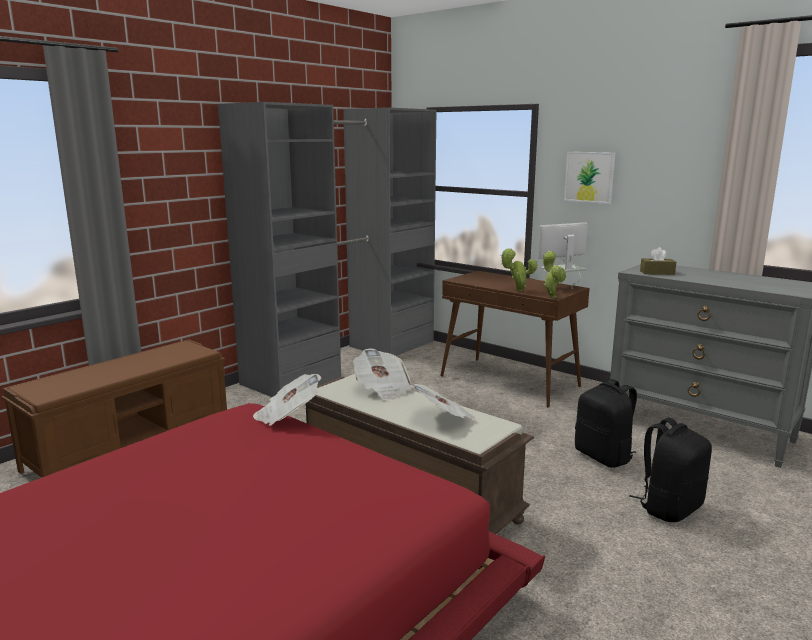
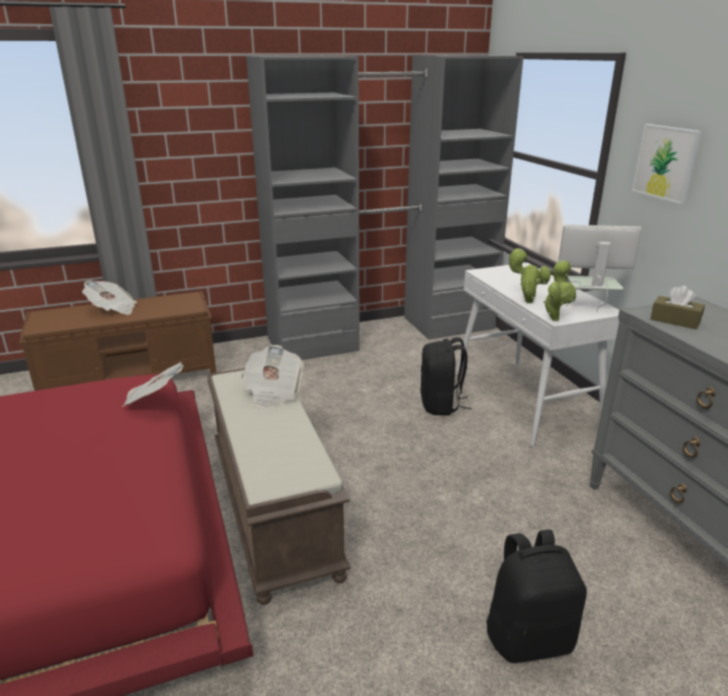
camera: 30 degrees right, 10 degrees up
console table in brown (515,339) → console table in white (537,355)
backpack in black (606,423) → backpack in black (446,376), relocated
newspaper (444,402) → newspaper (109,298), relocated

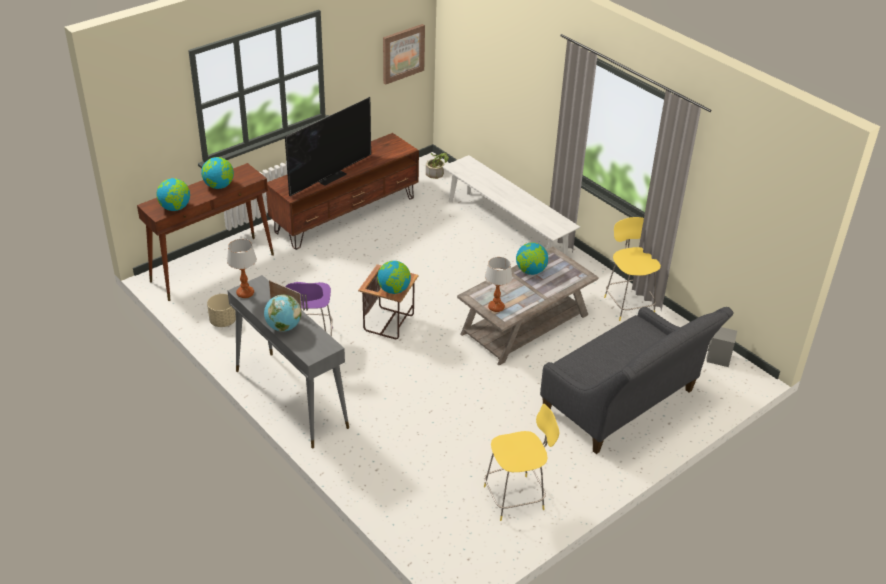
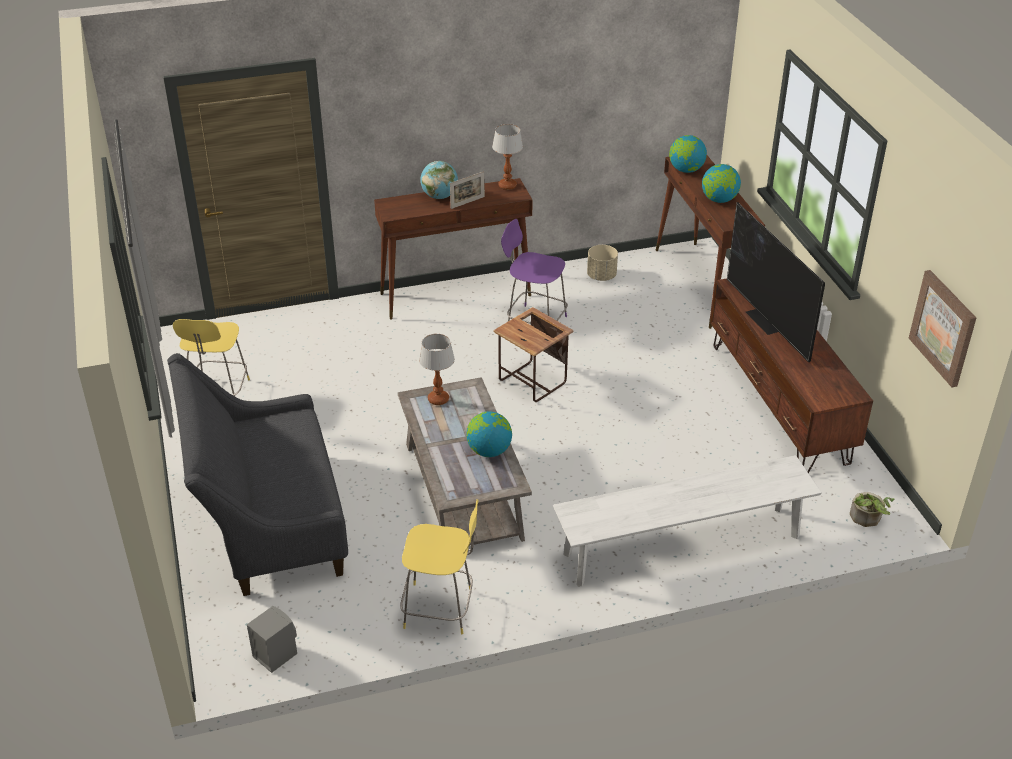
camera: 115 degrees right, 0 degrees up
globe (394,277) → -
console table in grey (288,361) → console table in brown (453,249)

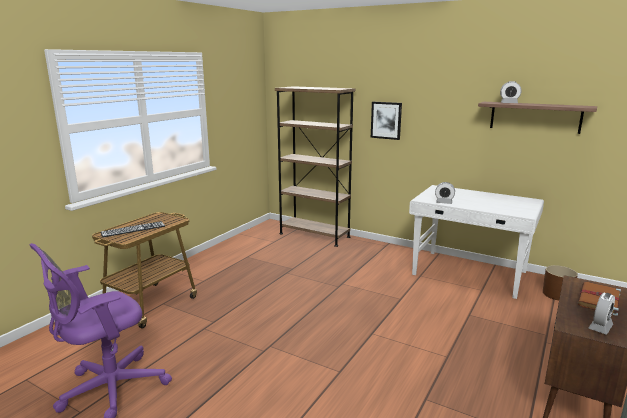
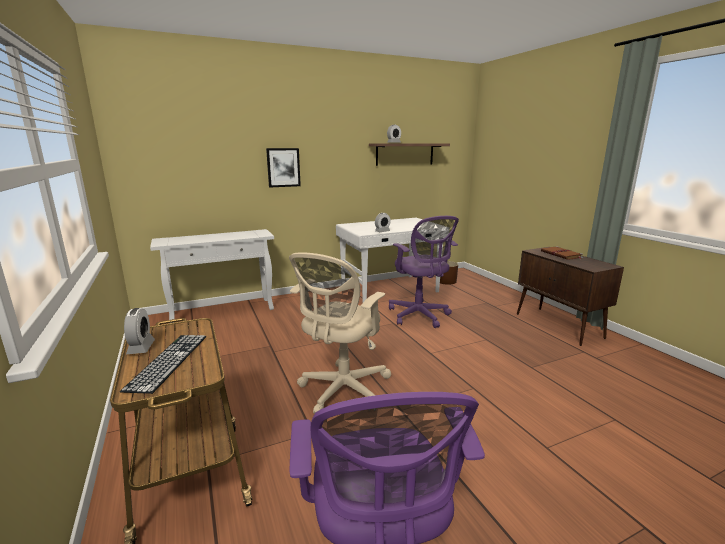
camera: 55 degrees left, 0 degrees up
bookcase in brown (315,166) → console table in white (212,276)
alarm clock (601,313) → alarm clock (139,331), relocated
- → office chair in purple (424,272)
- → office chair in beige (340,333)

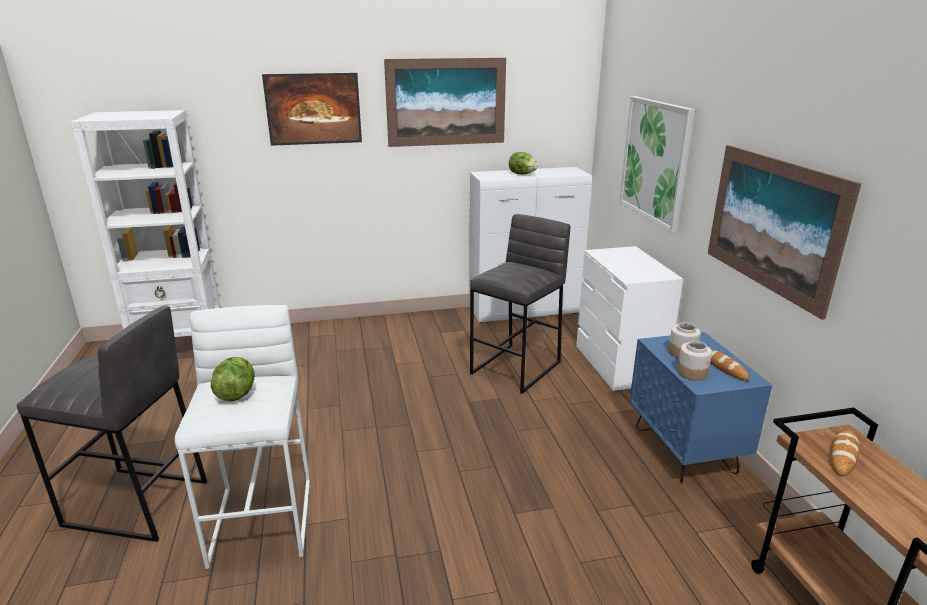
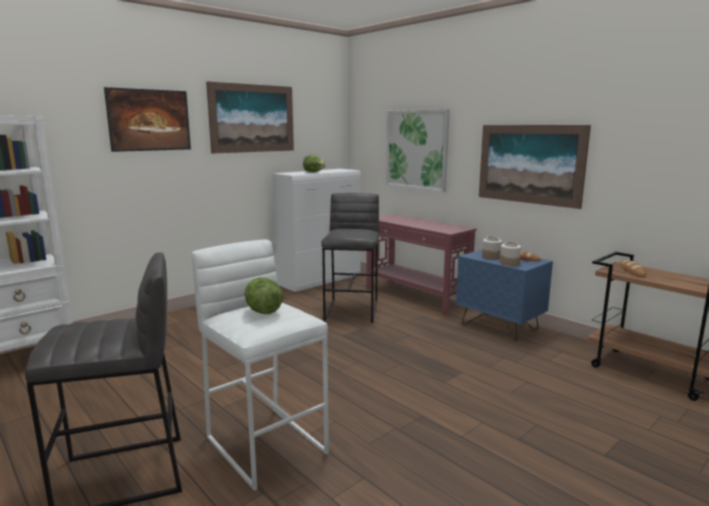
camera: 30 degrees left, 10 degrees down
dresser in white (629,319) → console table in red (421,265)

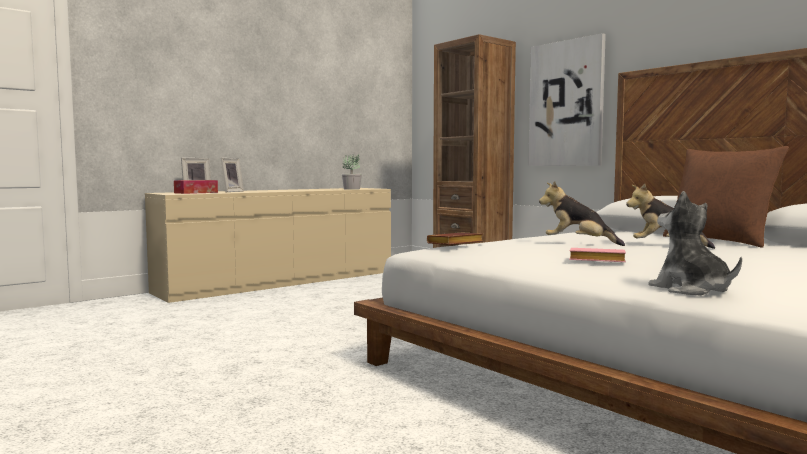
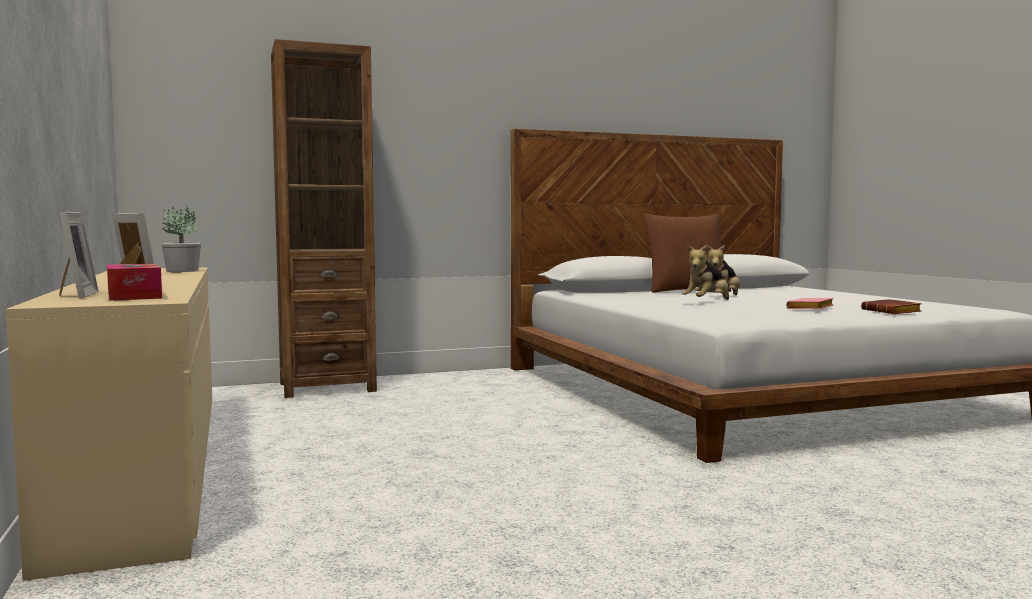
camera: 70 degrees left, 0 degrees up
picture (567,99) → -
plush toy (695,243) → -
book in brown (455,239) → book in brown (891,306), relocated

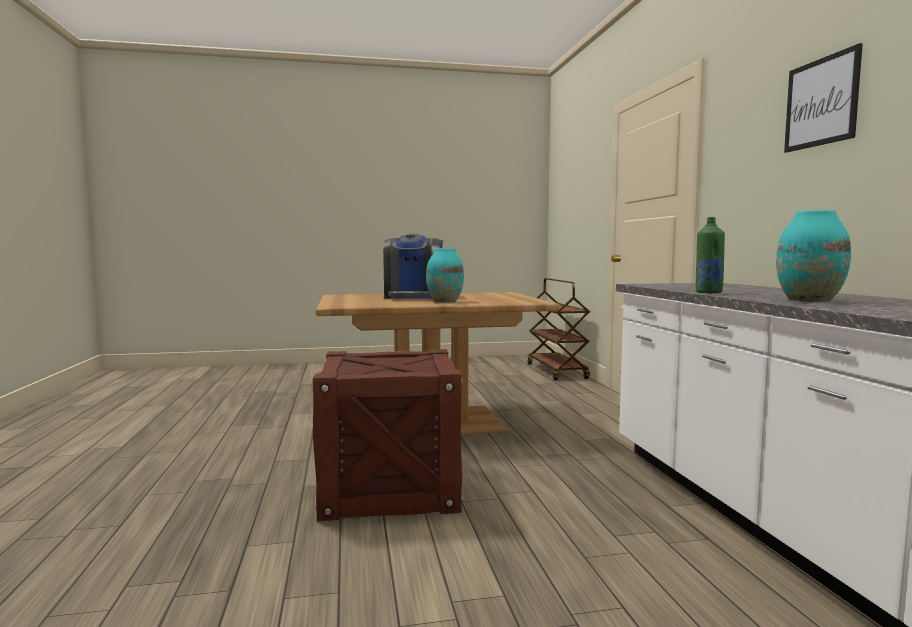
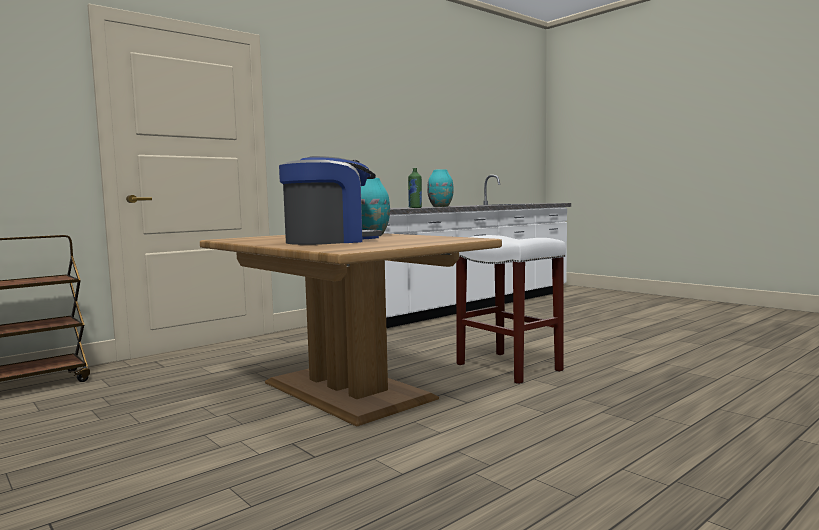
camera: 120 degrees left, 0 degrees up
picture (823,98) → -
crate (387,435) → stool in white (511,309)

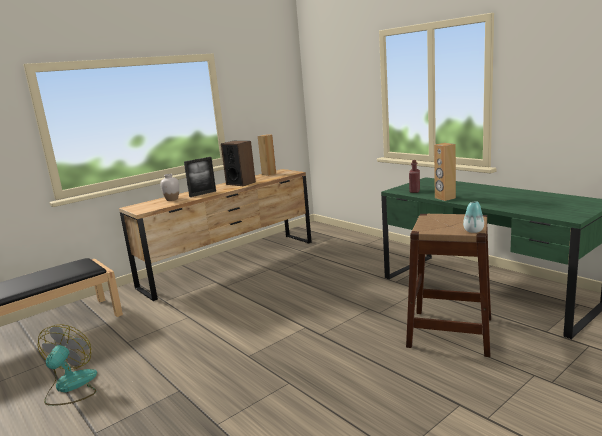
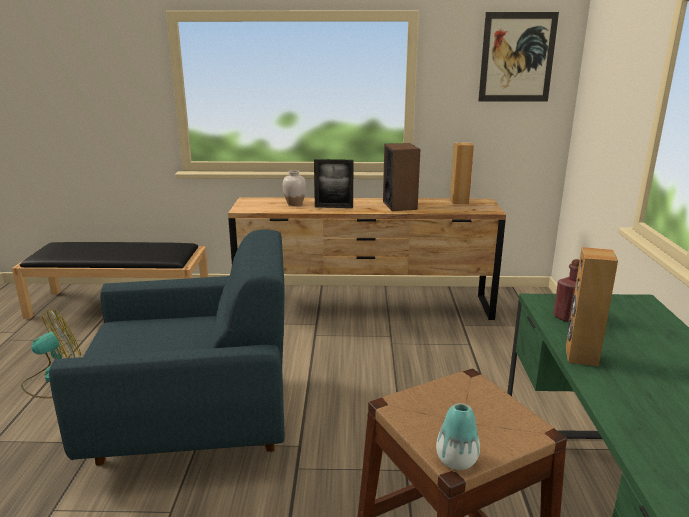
camera: 40 degrees right, 5 degrees up
- → picture (518,57)
- → armchair in blue (167,347)

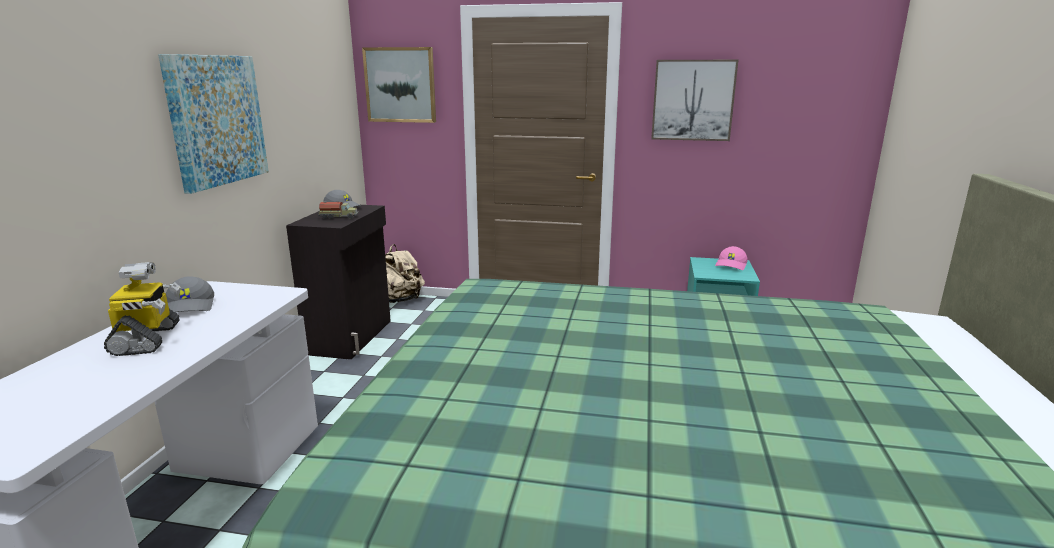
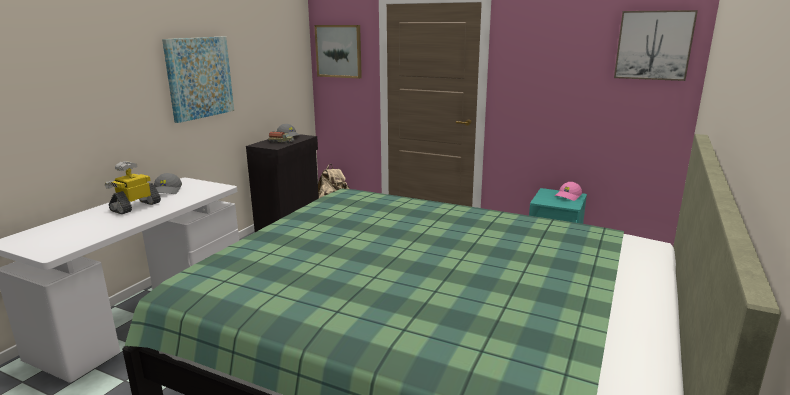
camera: 15 degrees right, 0 degrees up
picture (694,100) → picture (656,45), relocated
toy robot (142,309) → toy robot (133,187), 150 degrees counterclockwise

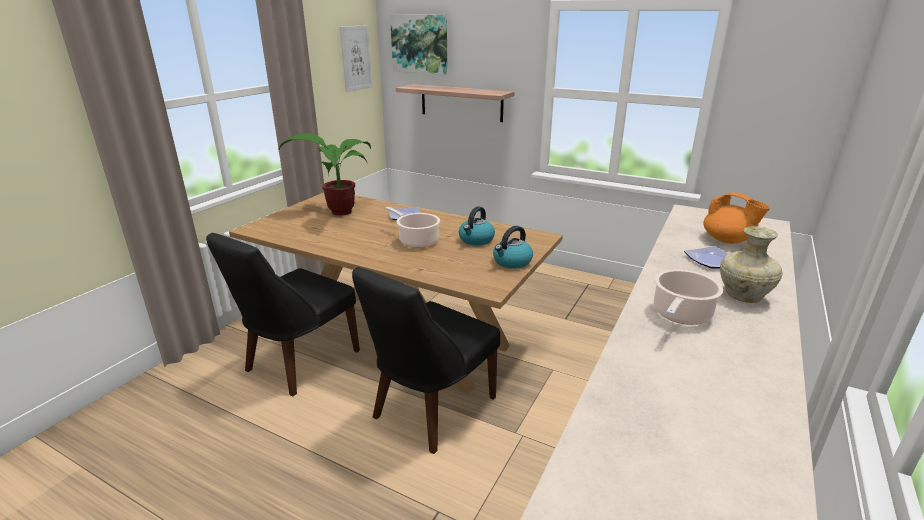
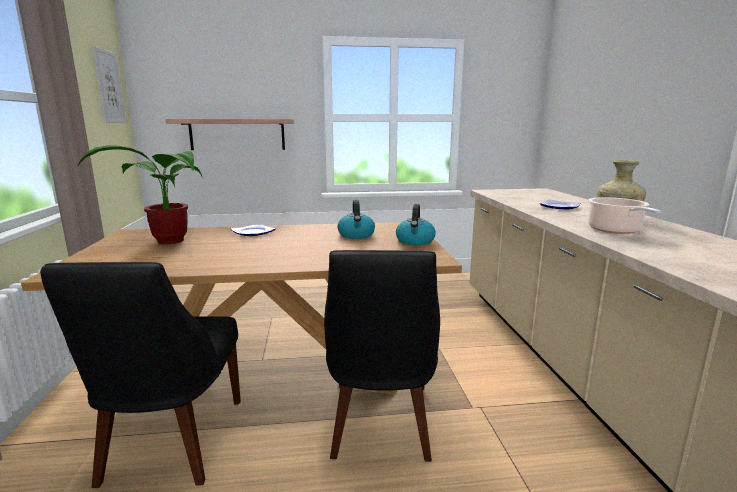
camera: 35 degrees left, 10 degrees down
picture (419,44) → -
teapot in orange (736,218) → -
cooking pot (412,227) → -

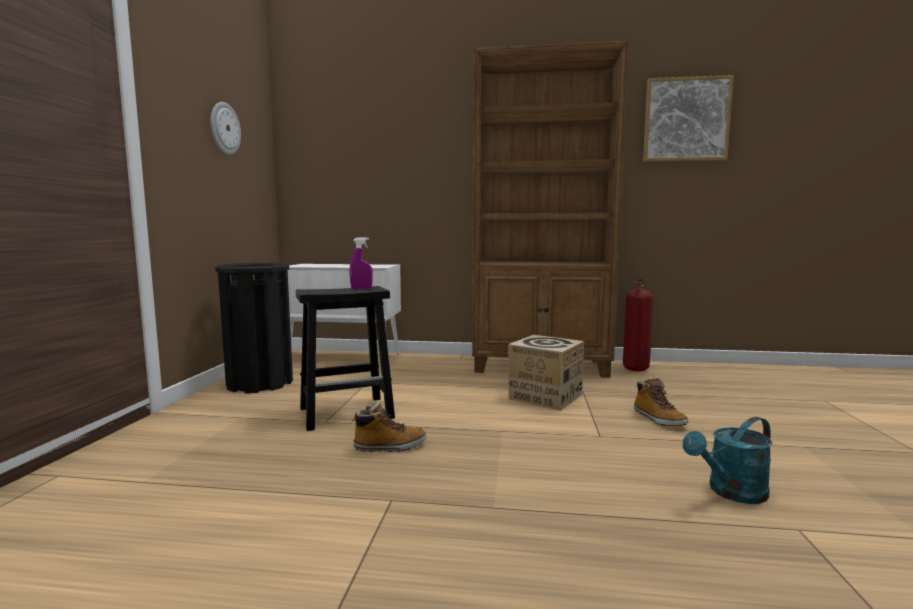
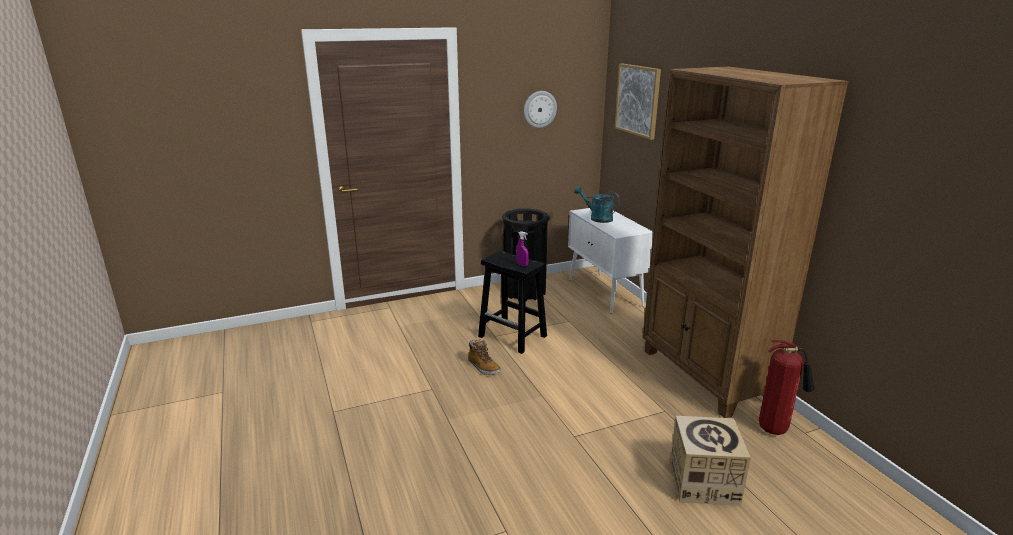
camera: 60 degrees right, 15 degrees up
picture (688,118) → picture (638,102), relocated
cardboard box (546,373) → cardboard box (711,461), relocated
boot (661,401) → -
watering can in turquoise (727,460) → watering can in turquoise (597,204), relocated

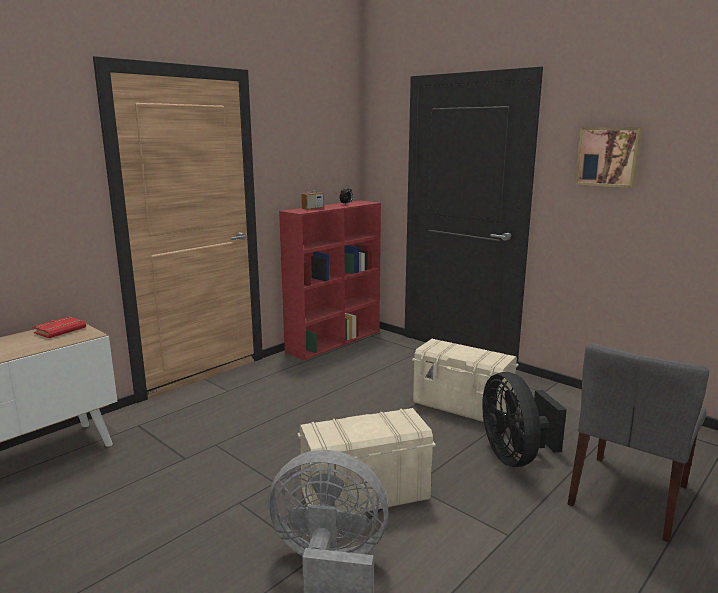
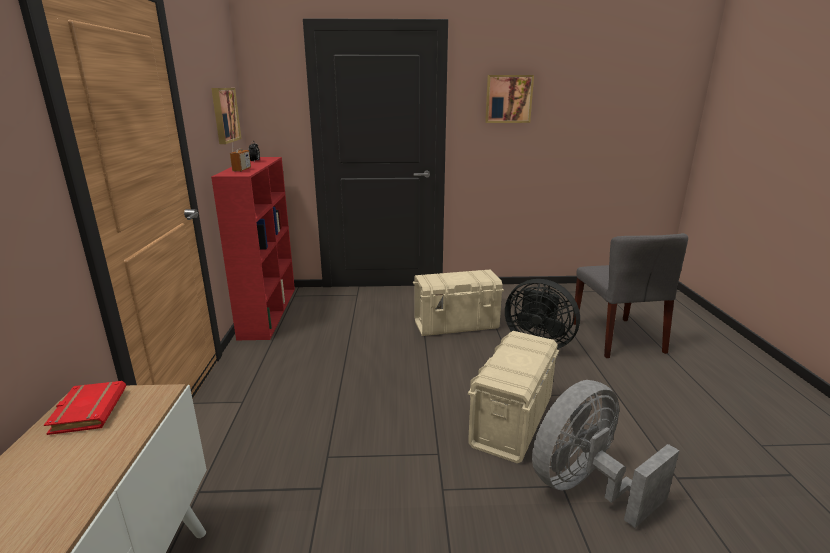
camera: 45 degrees left, 5 degrees up
- → picture (226,116)

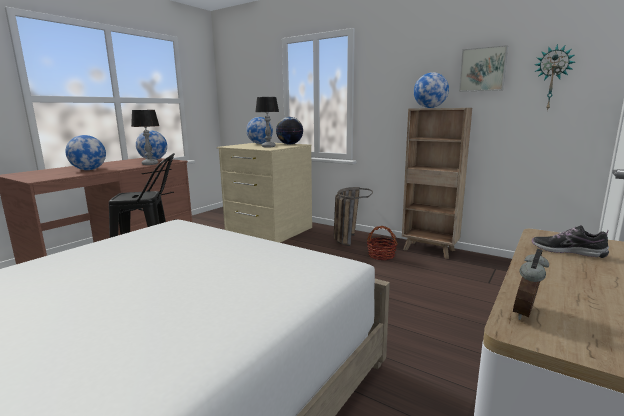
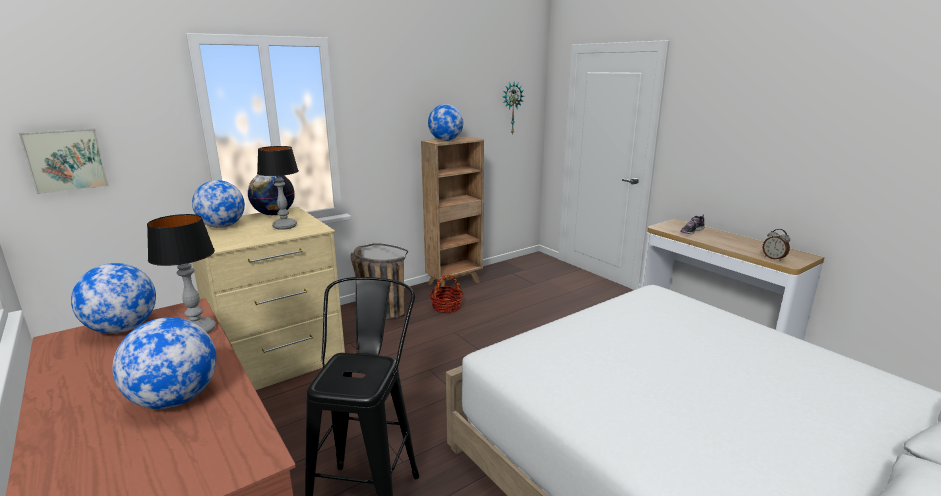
camera: 70 degrees left, 5 degrees up
picture (483,68) → picture (64,161), relocated

